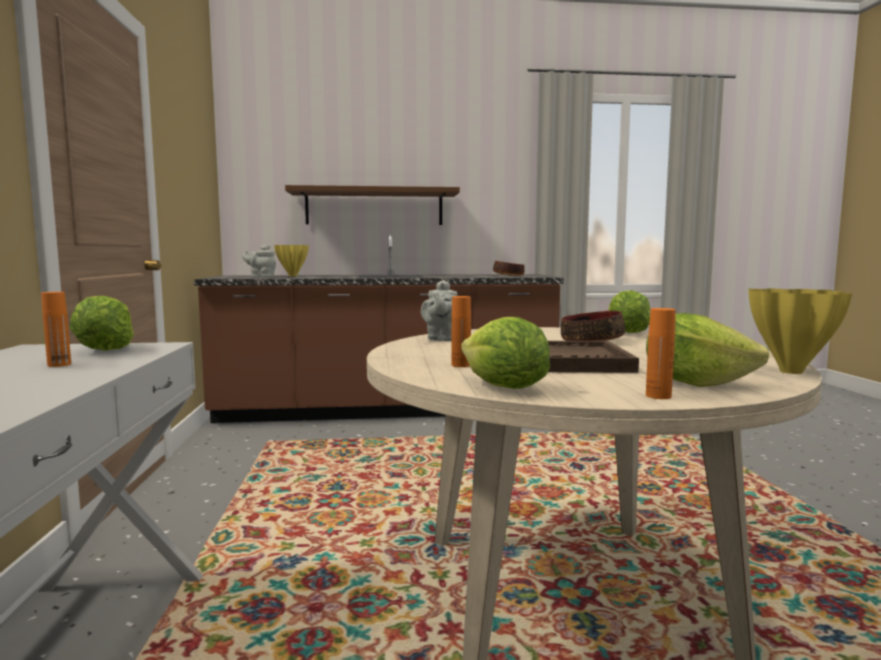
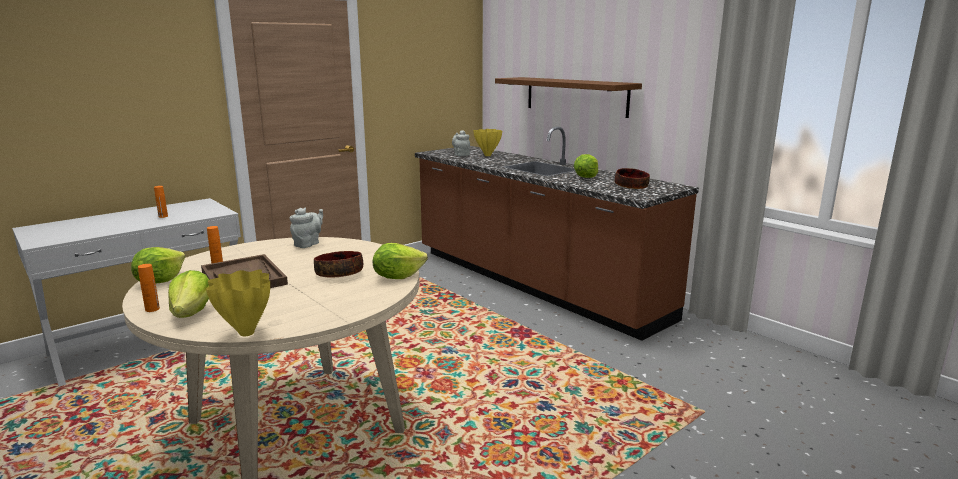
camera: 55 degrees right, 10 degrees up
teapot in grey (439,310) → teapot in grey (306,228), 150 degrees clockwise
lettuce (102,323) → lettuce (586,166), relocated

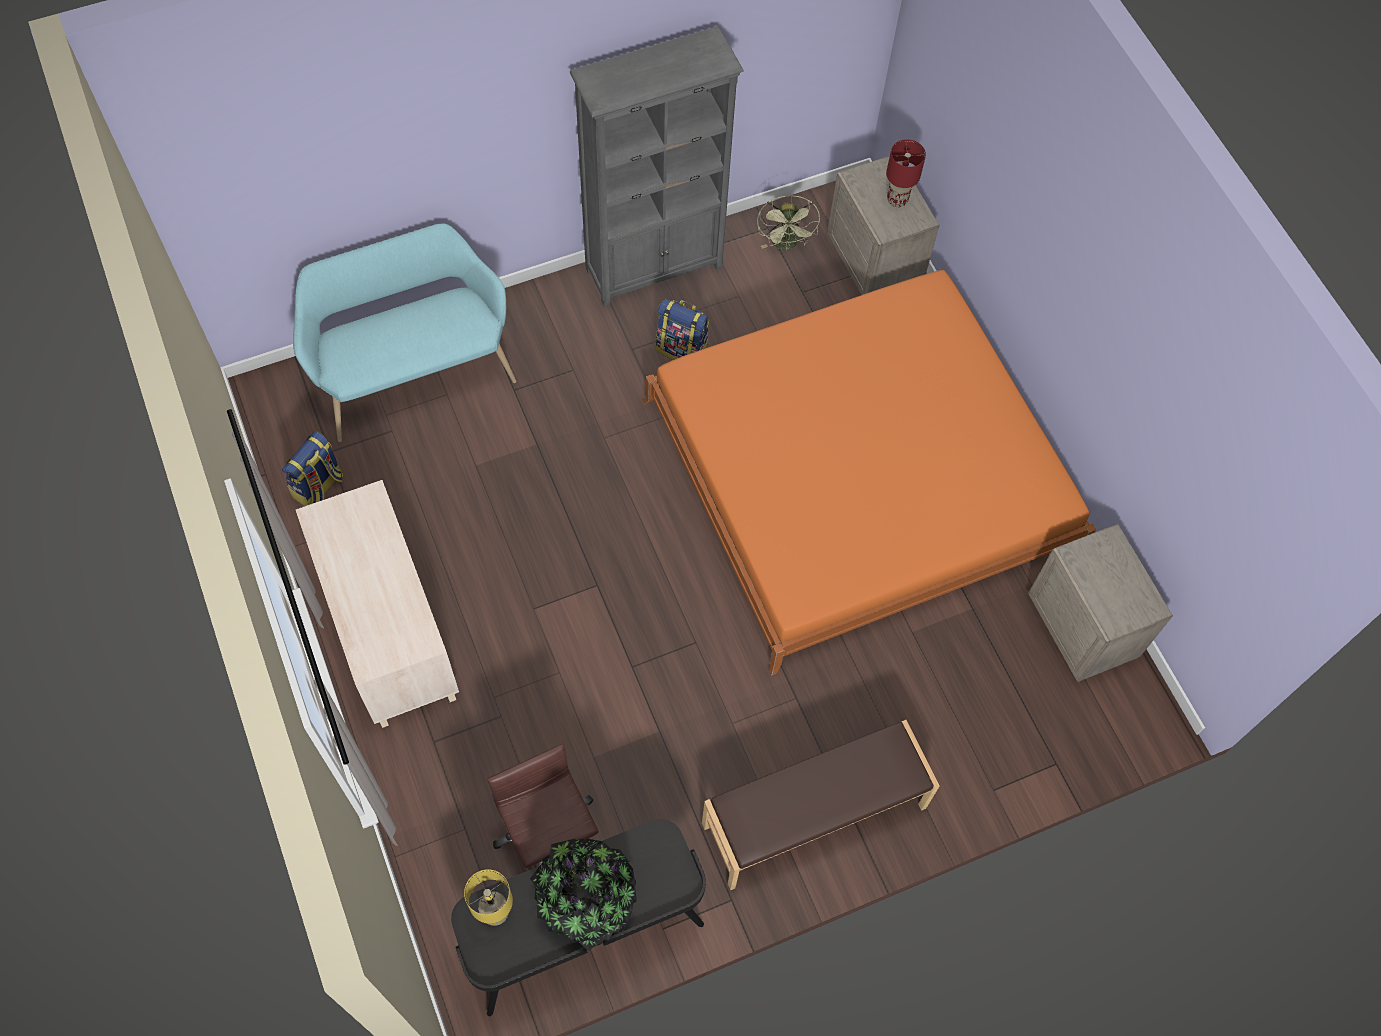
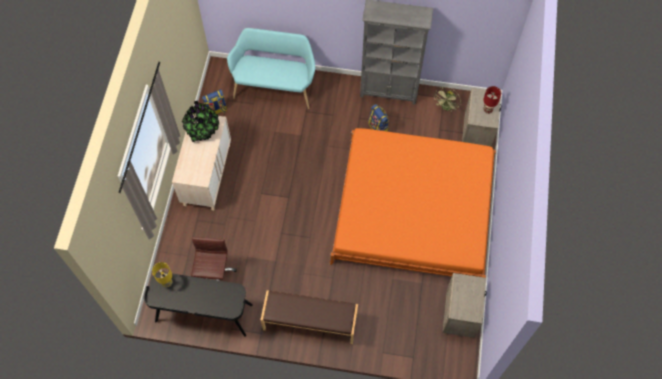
camera: 35 degrees right, 0 degrees up
potted plant (583,894) → potted plant (200,121), relocated

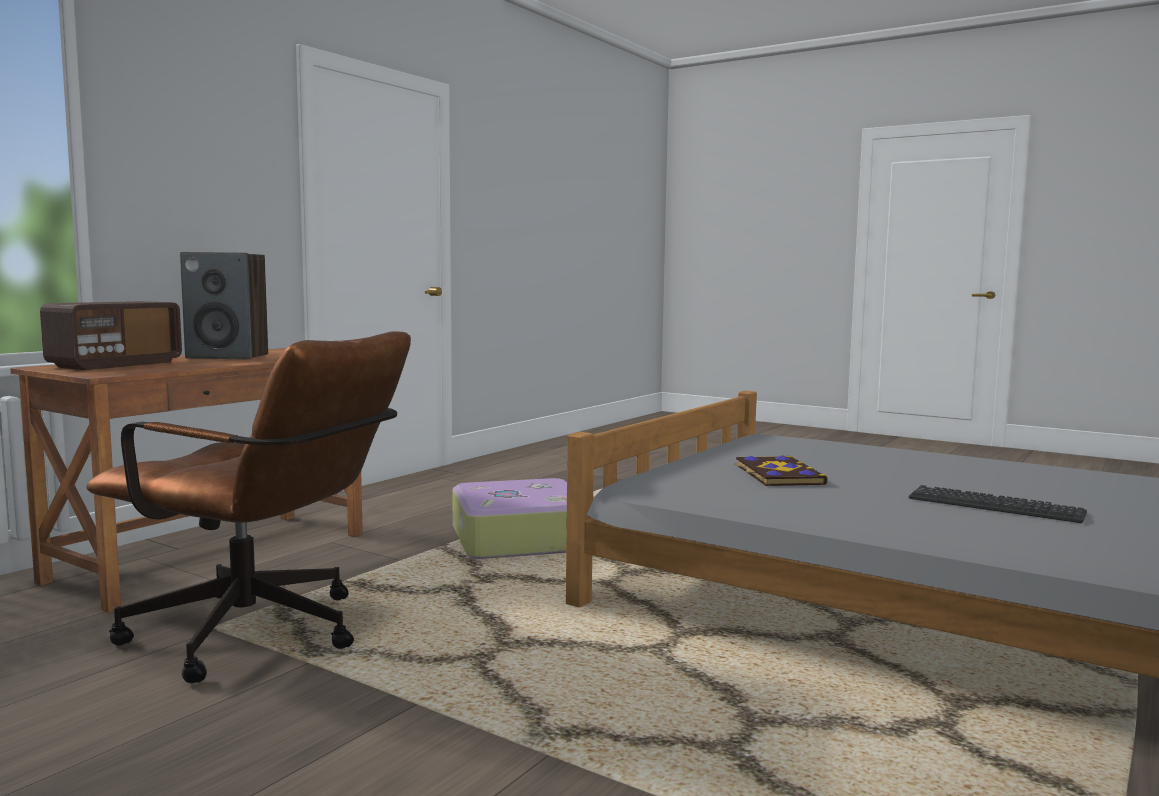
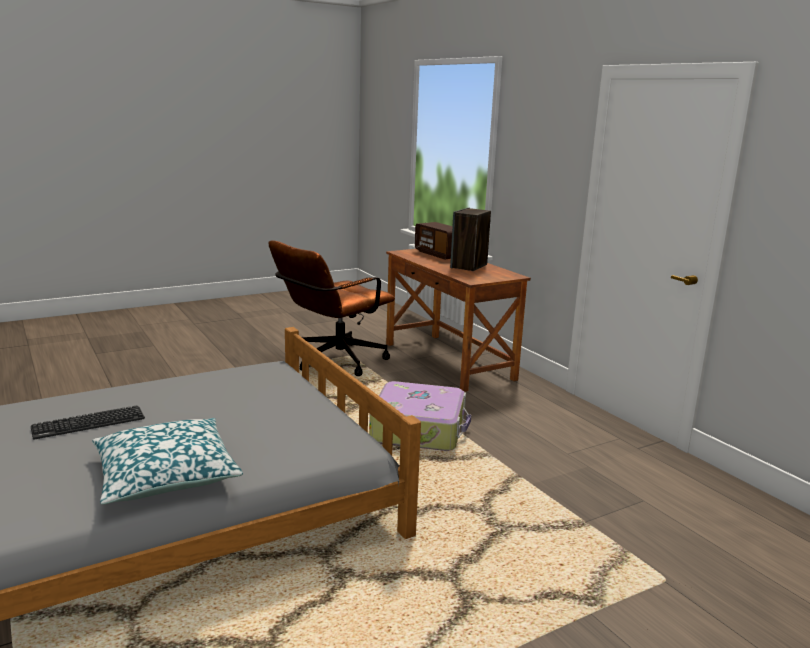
camera: 115 degrees right, 10 degrees up
book (781,470) → -
- → pillow (167,461)

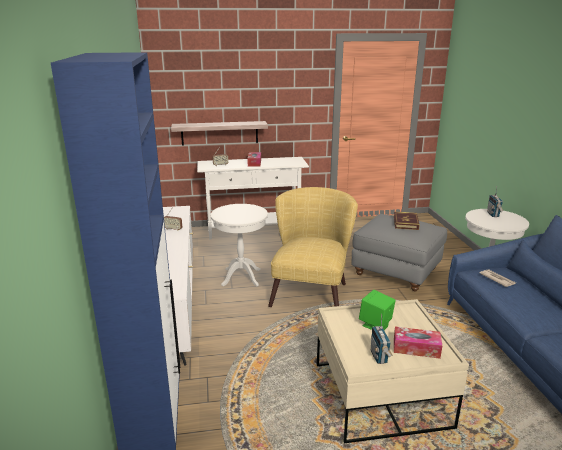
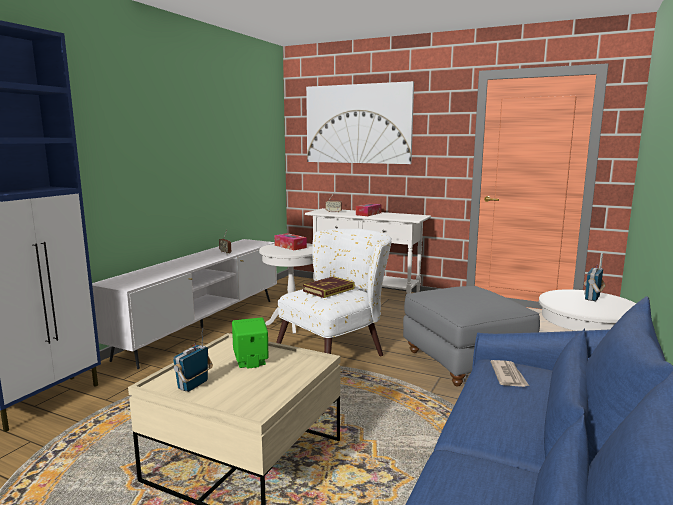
camera: 35 degrees right, 10 degrees down
shelf (219,133) → -
armchair in yellow (313,247) → armchair in white (334,292)
book (407,220) → book (329,287), relocated
tissue box (418,343) → tissue box (290,241), relocated
- → picture (360,122)

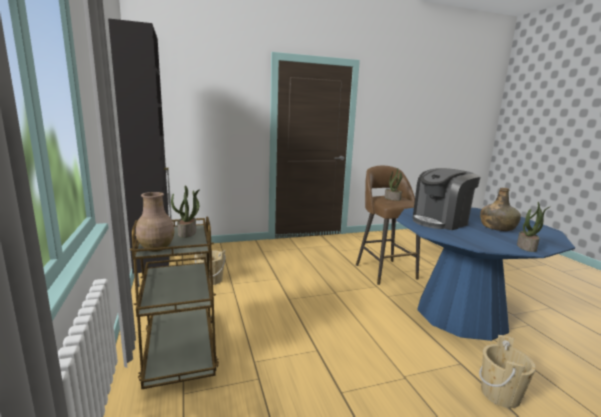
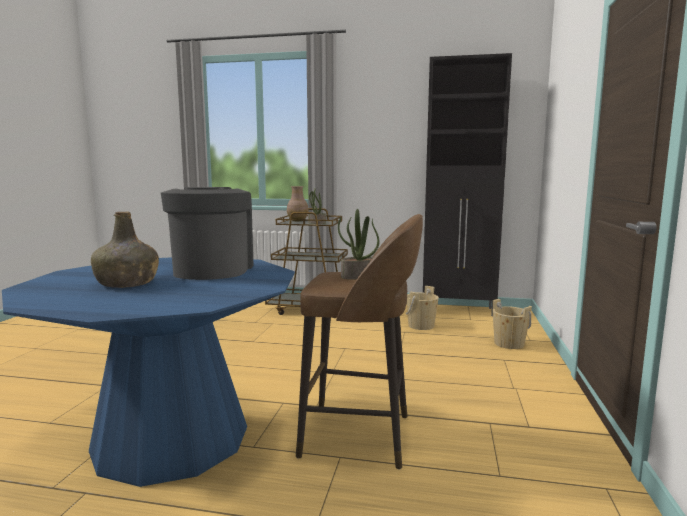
camera: 120 degrees right, 5 degrees down
potted plant (534,227) → -
bucket in beige (507,371) → bucket in beige (512,324), relocated

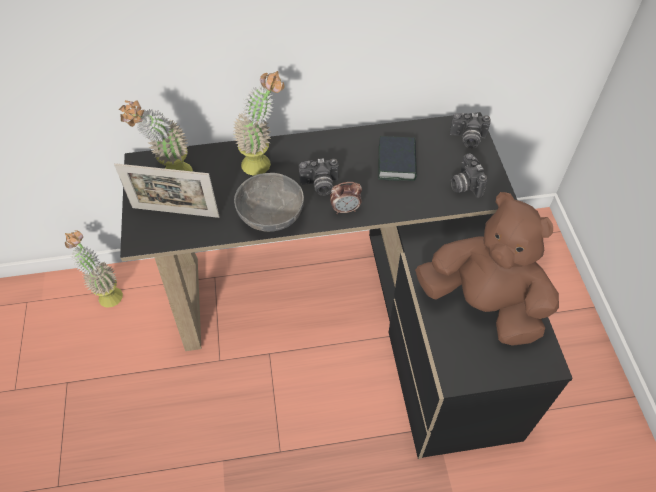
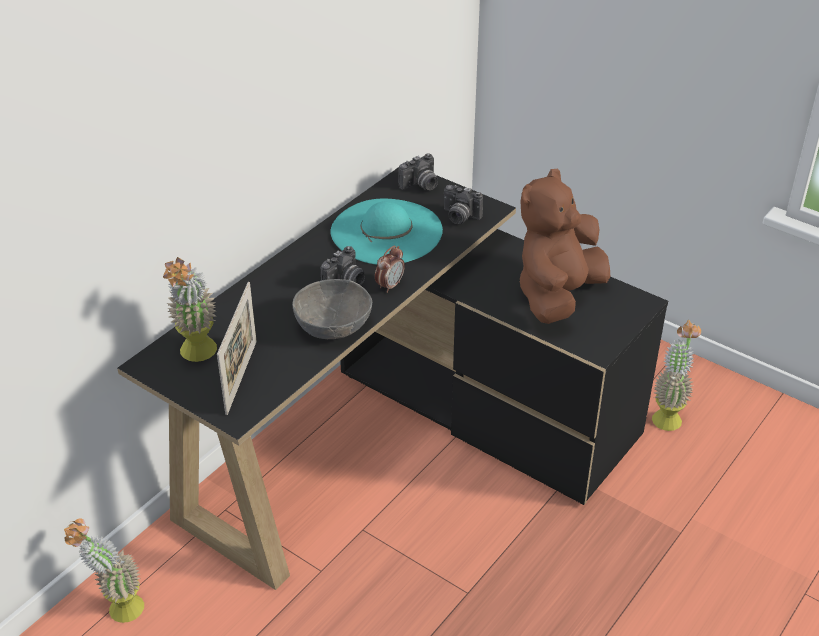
camera: 45 degrees left, 15 degrees down
potted plant (259,123) → potted plant (676,375), relocated
book (397,158) → hat in turquoise (387,232)
picture frame (167,190) → picture frame (237,348), 45 degrees counterclockwise
plush toy in brown (487,269) → plush toy in brown (565,246), 45 degrees counterclockwise

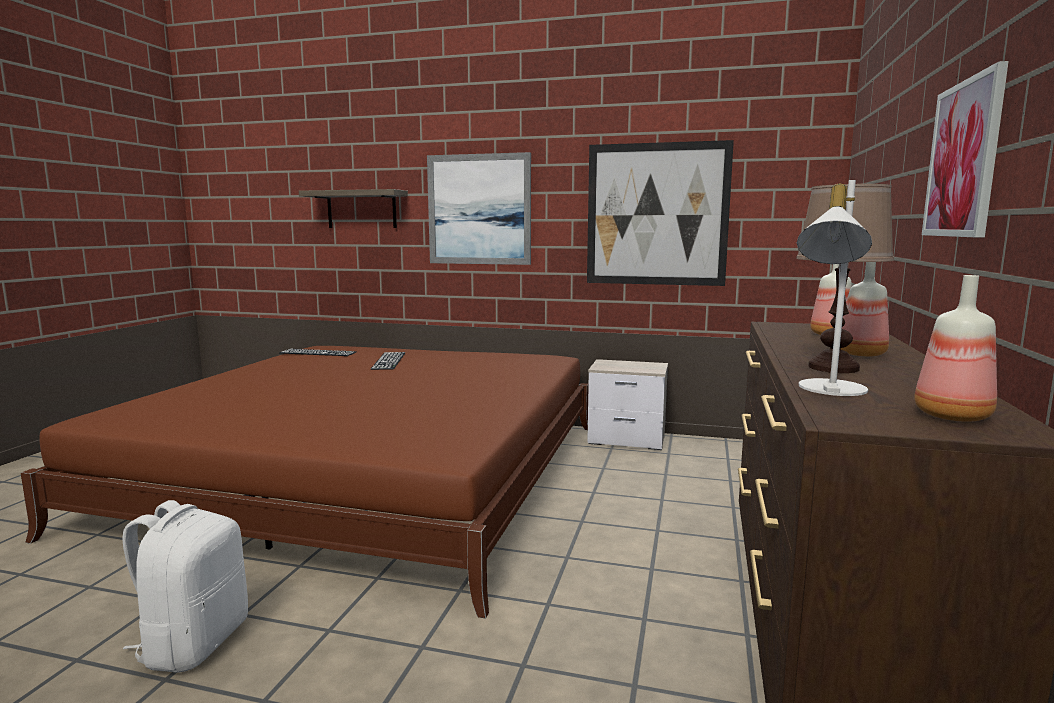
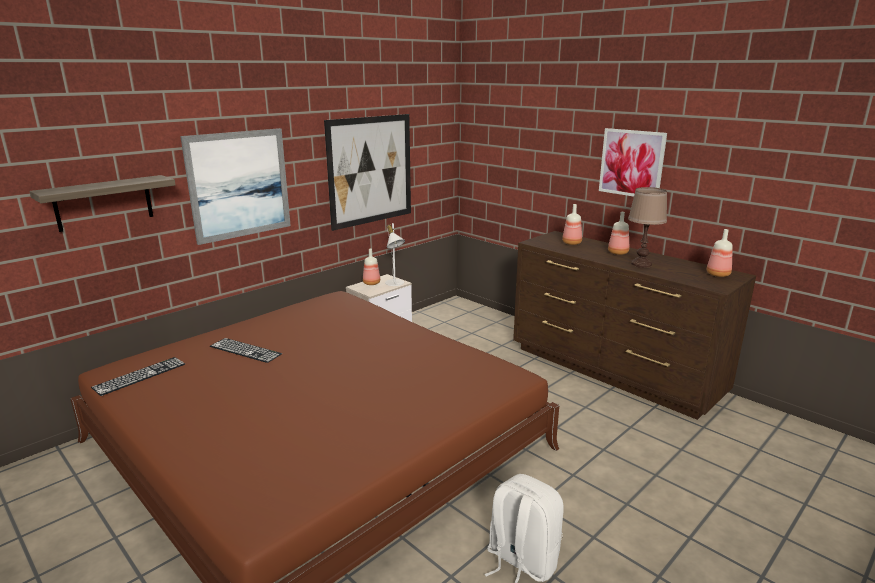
camera: 60 degrees left, 10 degrees up
table lamp in white (834,288) → table lamp in white (395,254), relocated
- → bottle (371,266)

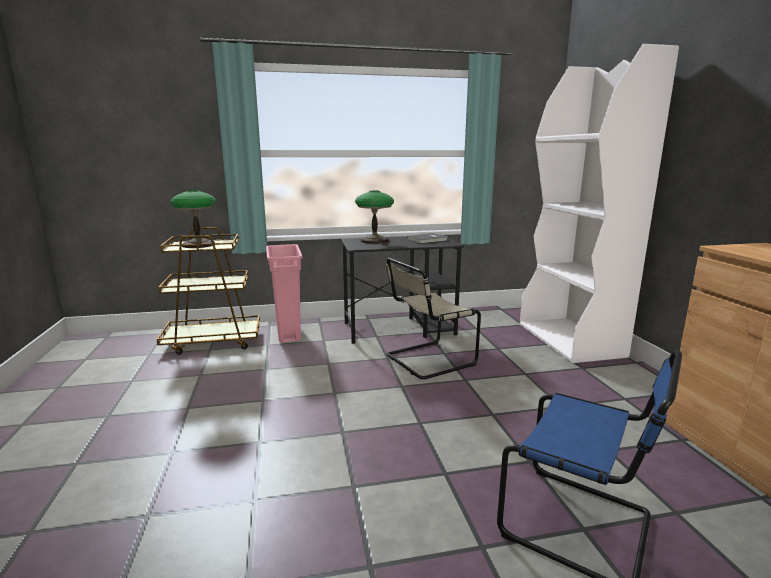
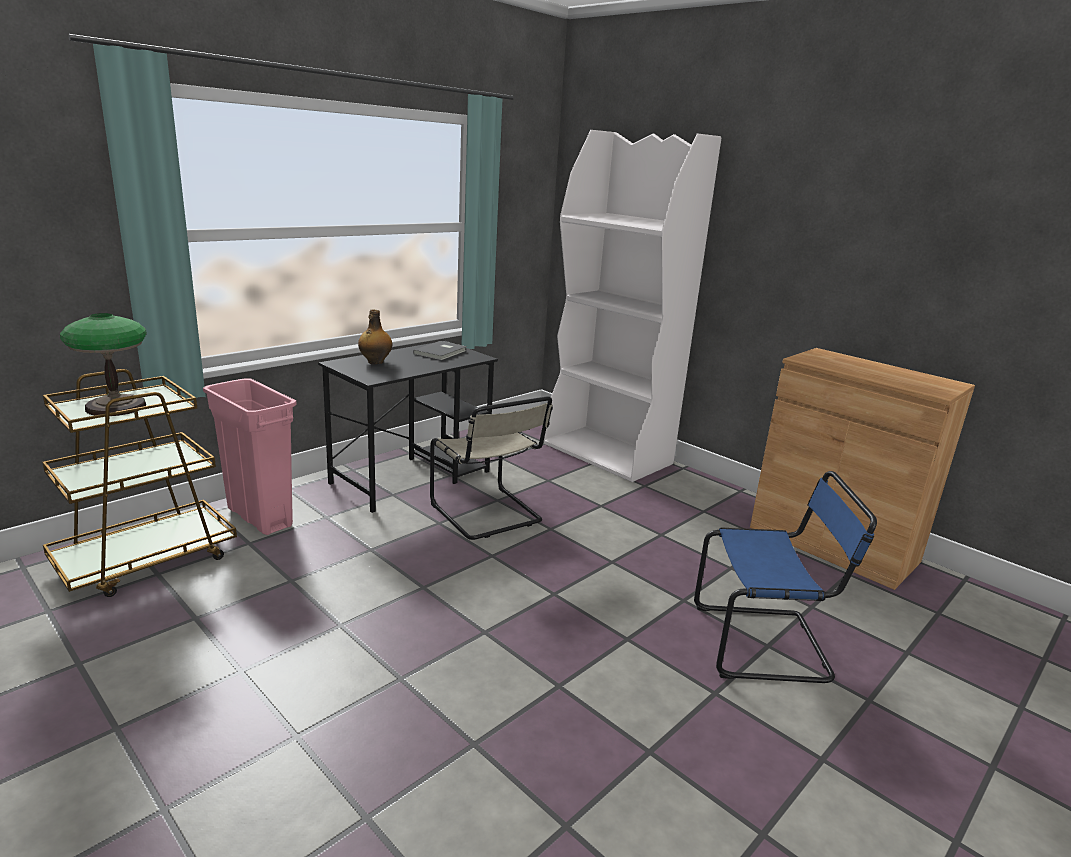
camera: 35 degrees left, 5 degrees up
table lamp (374,217) → bottle (375,336)
chair in beige (433,318) → chair in beige (491,468), 60 degrees counterclockwise

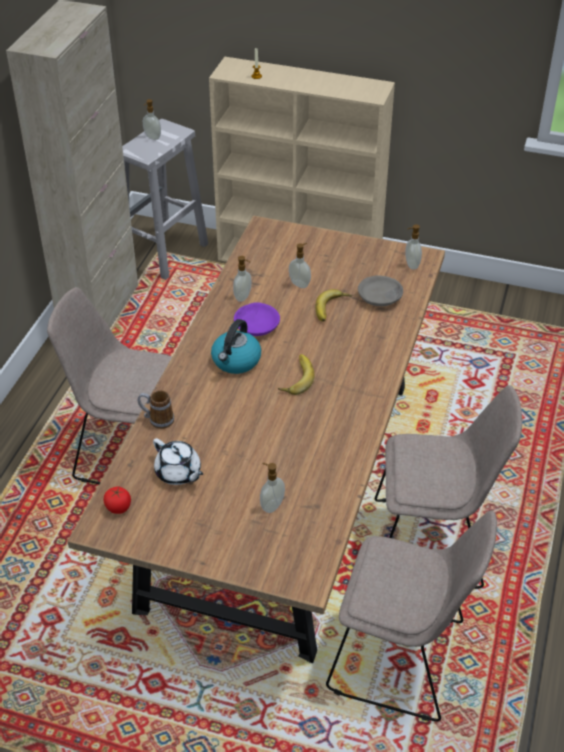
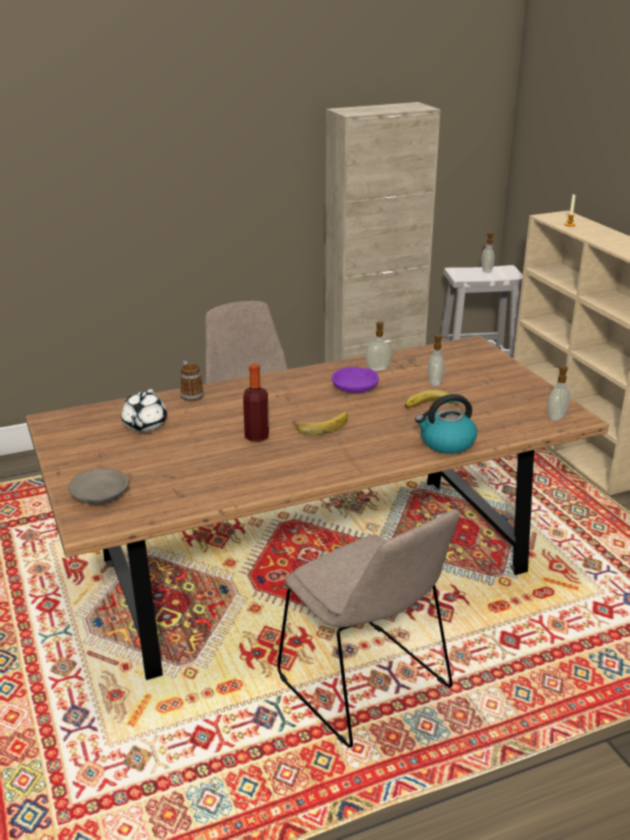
camera: 50 degrees right, 15 degrees down
bowl in grey (380,290) → bowl in grey (98,486), relocated
kettle (236,346) → kettle (446,424), relocated
soap dispenser (272,488) → -
tomato (117,500) → -
chair in beige (411,616) → -
- → bottle (256,402)

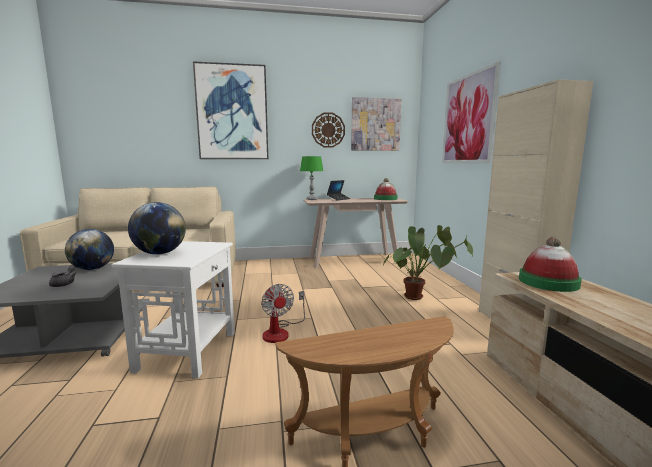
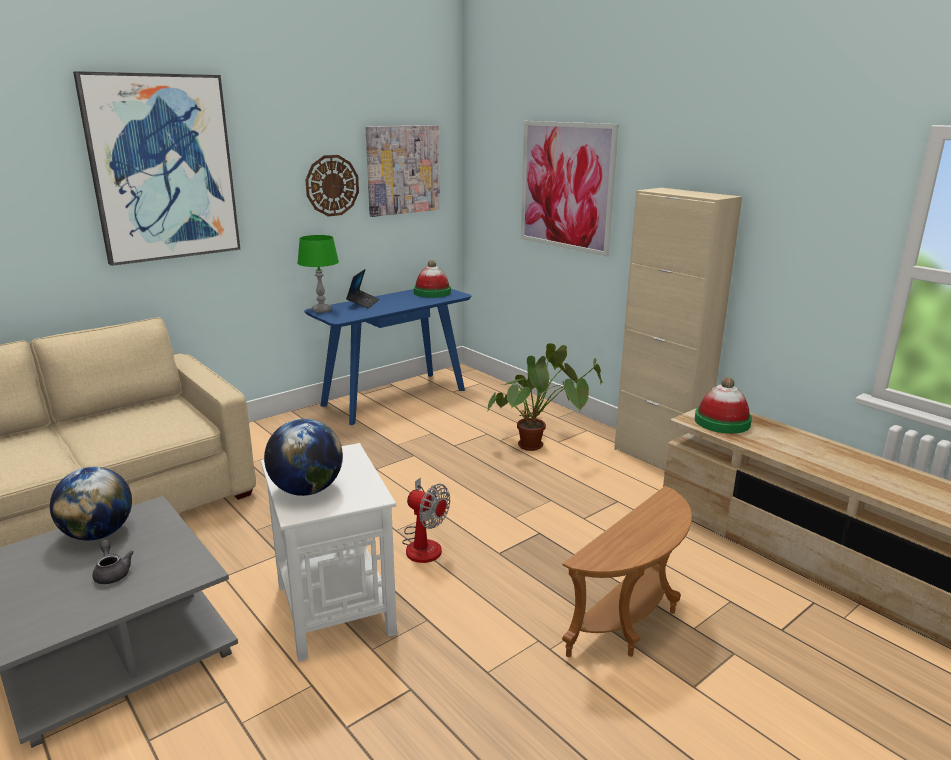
camera: 30 degrees left, 10 degrees up
console table in beige (355,233) → console table in blue (388,357)

